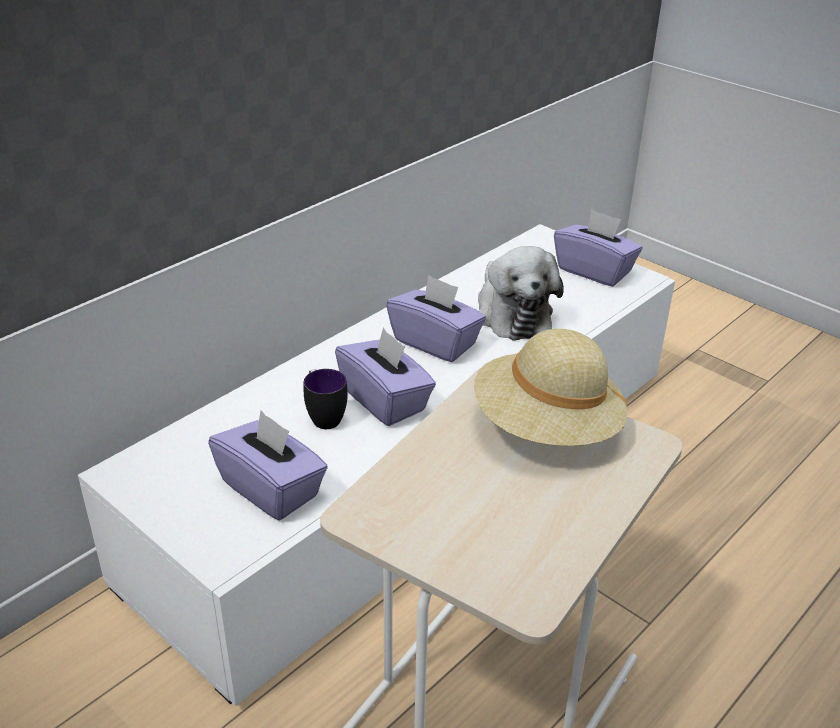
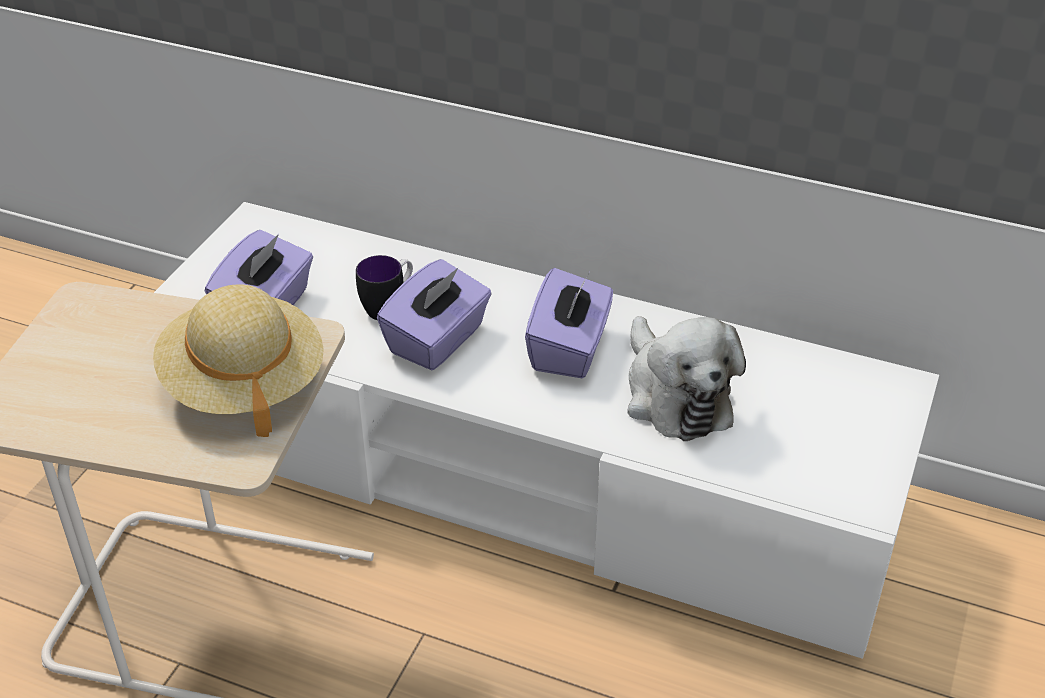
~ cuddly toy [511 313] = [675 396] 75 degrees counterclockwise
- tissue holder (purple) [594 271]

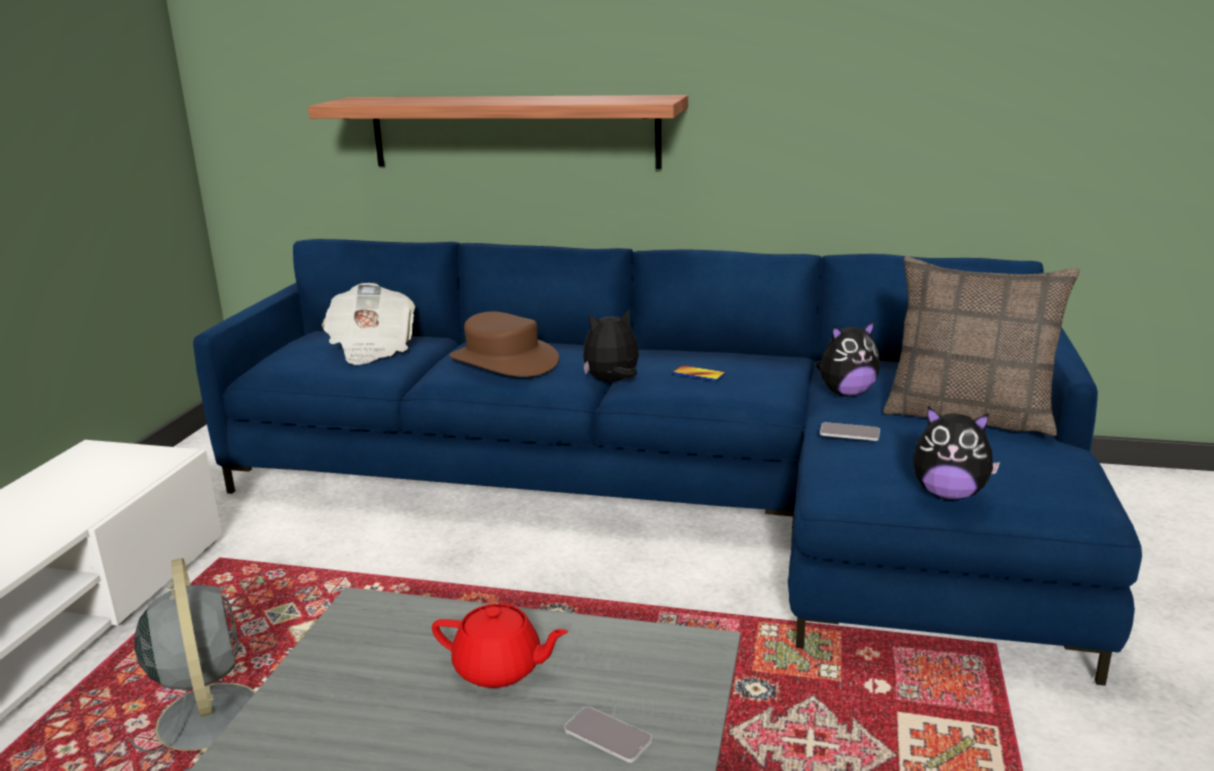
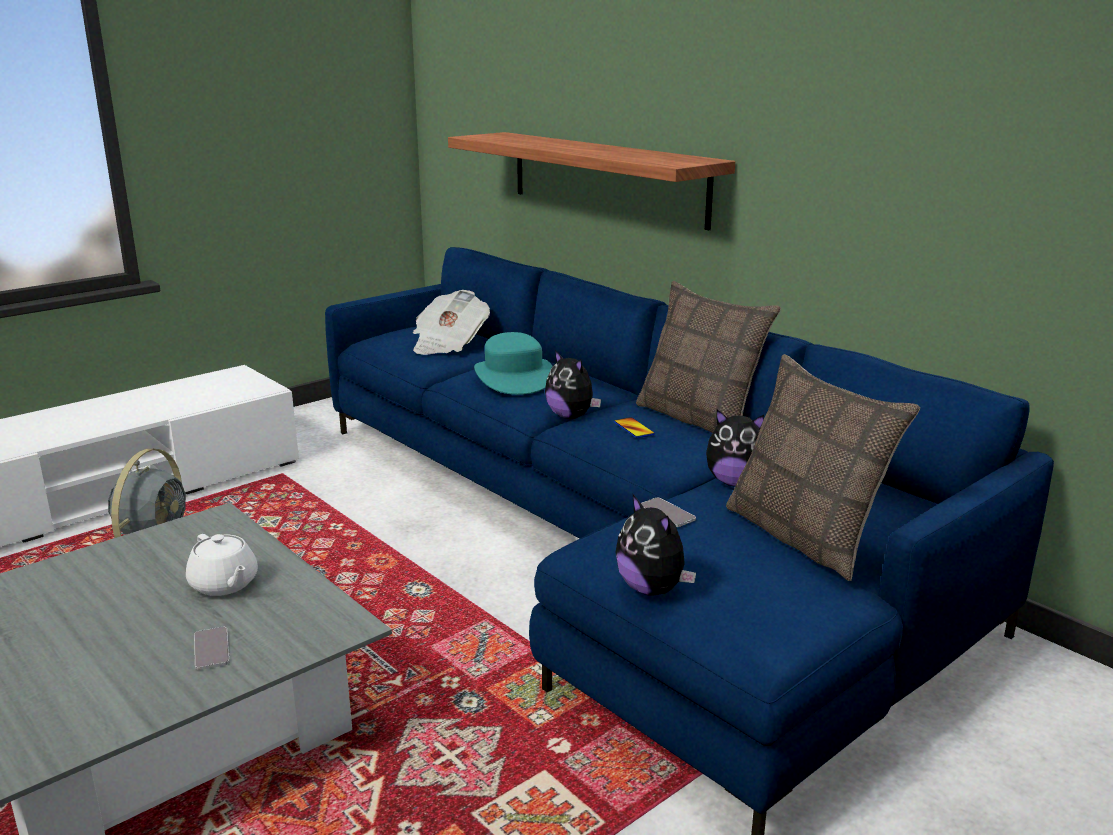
~ tea pot (reddish) [500 669] to tea pot (white-coloured) [224 584]
~ wearable hat (brown-coloured) [503 361] to wearable hat (blue-green) [513 377]
~ cuddly toy [612 381] = [571 416] 150 degrees counterclockwise
+ cushion [700 418]

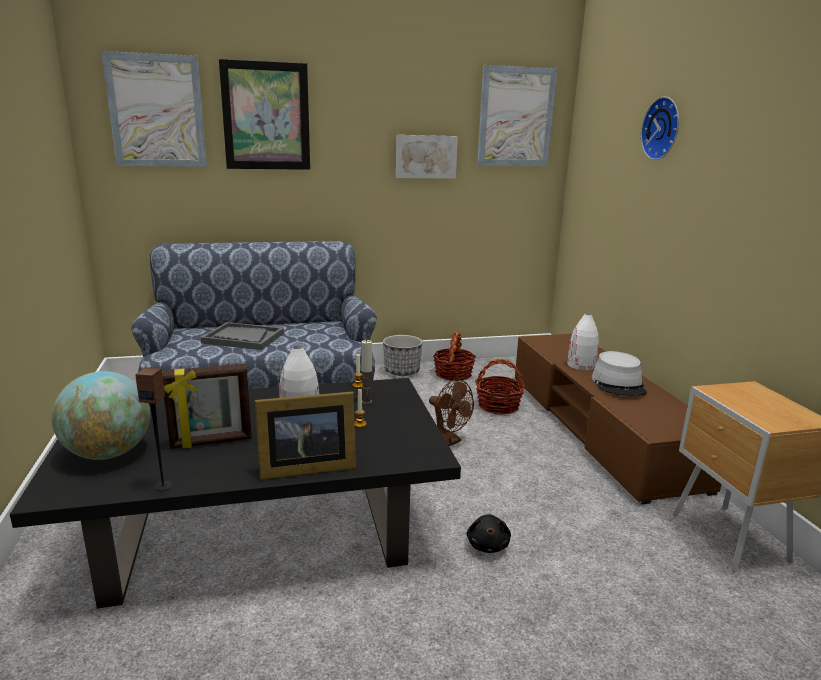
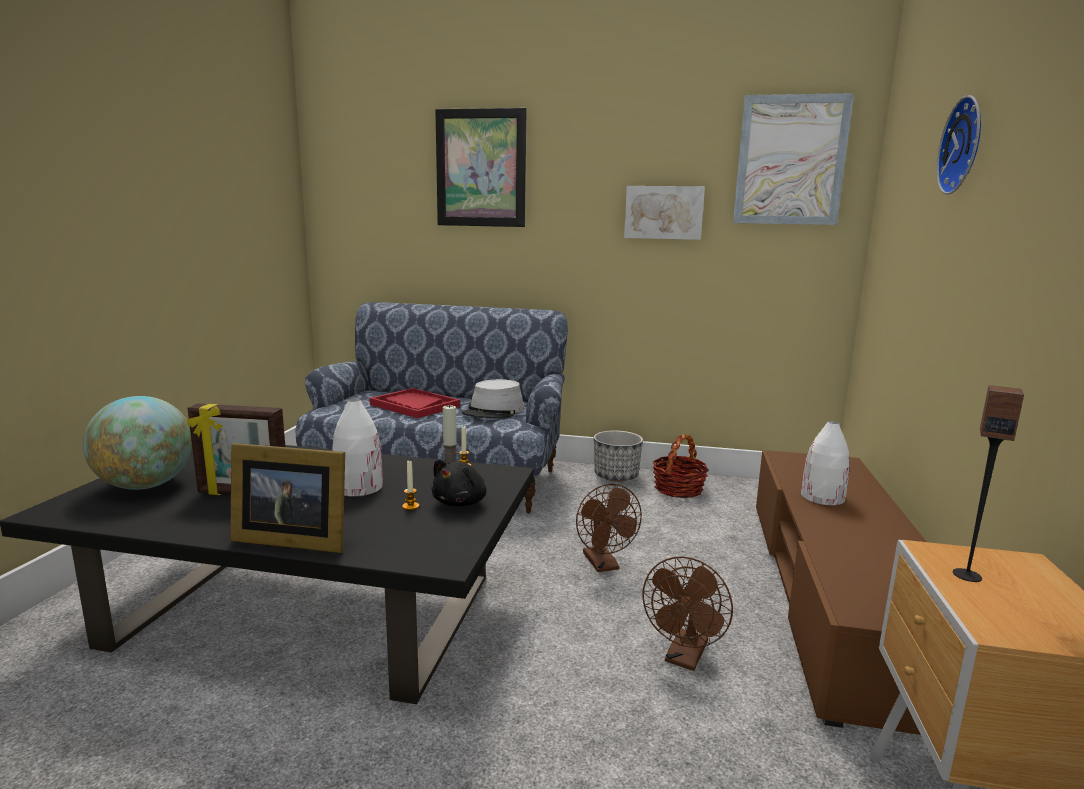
- picture [157 111]
~ speaker [163 486] to [967 575]
~ carrying tray (greyish) [243 338] to carrying tray (reddish) [414 405]
~ cuddly toy (blackish) [488 545] to [461 502]
- household basket [498 406]
~ wearable hat (greyish) [618 384] to [493 411]
+ cooling fan (brown-coloured) [684 658]

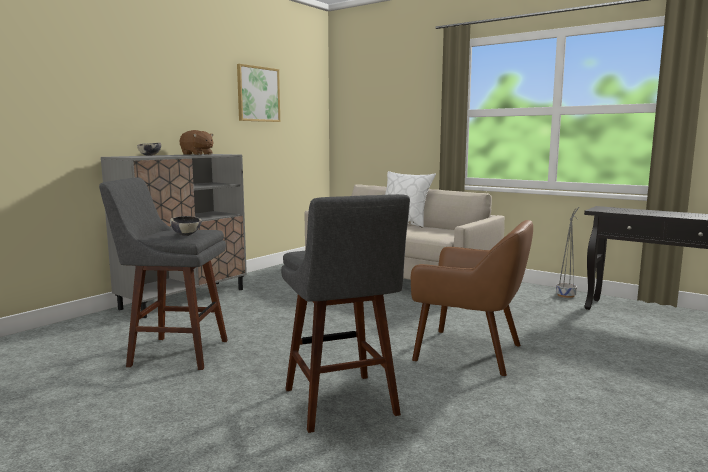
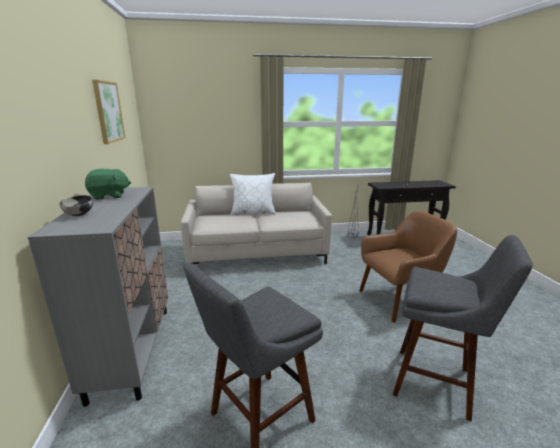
- serving bowl [186 234]
~ cuddly toy (brown-coloured) [197 154] to cuddly toy (greenish) [109 196]

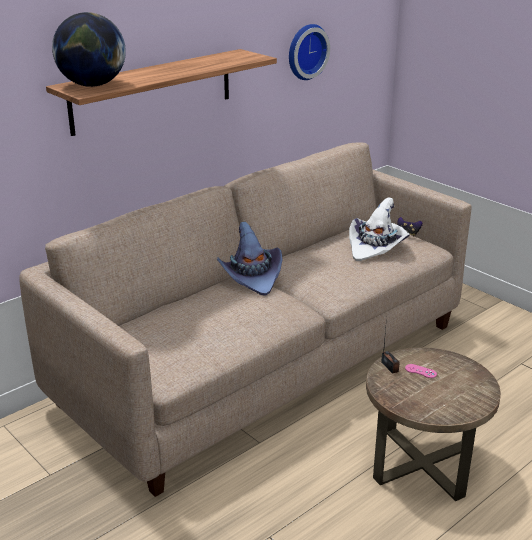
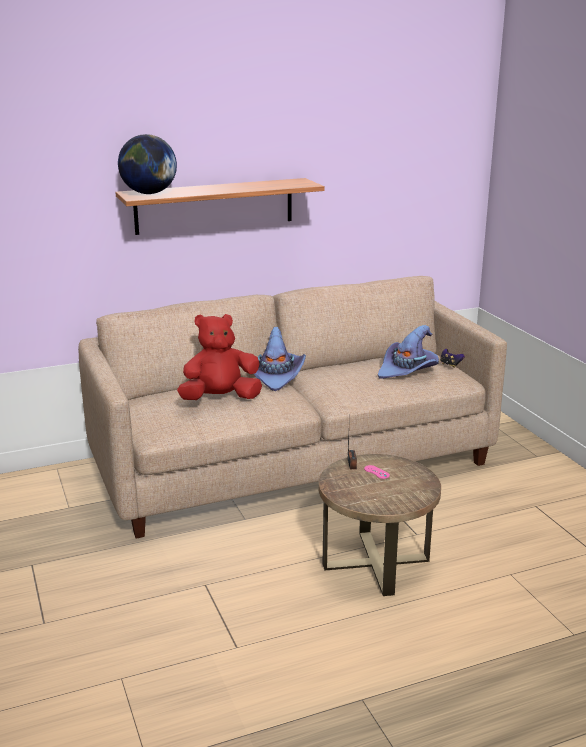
- wall clock [305 51]
~ wearable hat (white-coloured) [376 247] to wearable hat (purple) [408 370]
+ cuddly toy (reddish) [220 399]

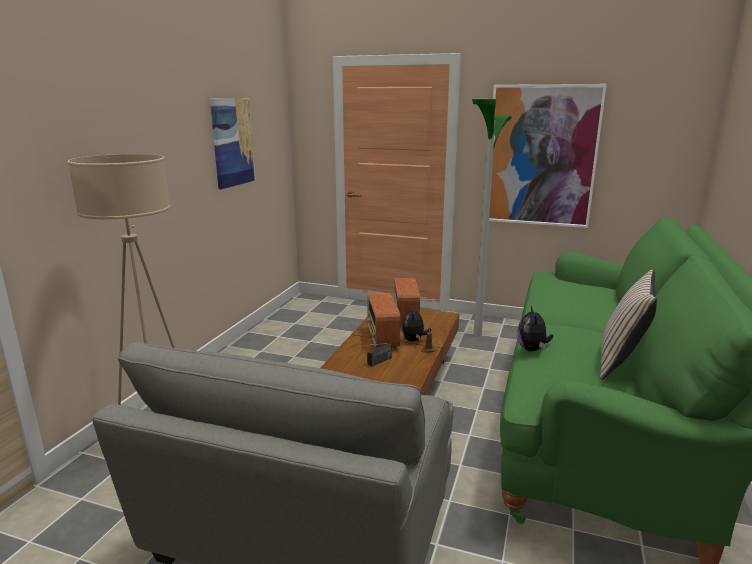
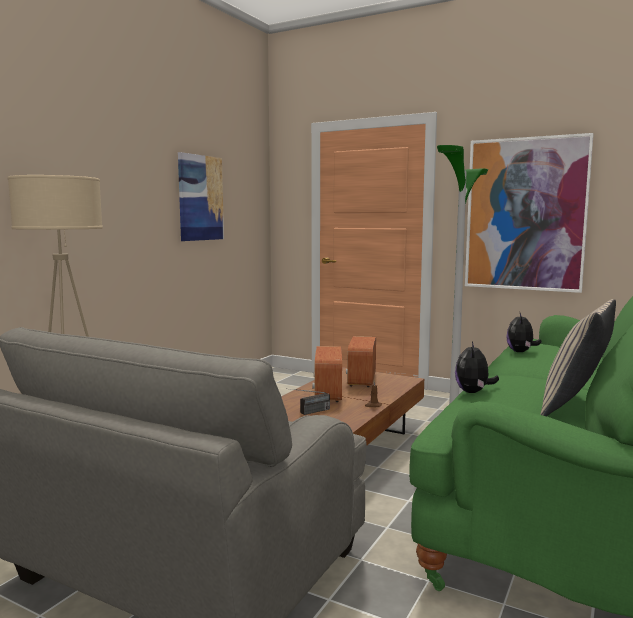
~ cuddly toy [414 340] to [521 352]

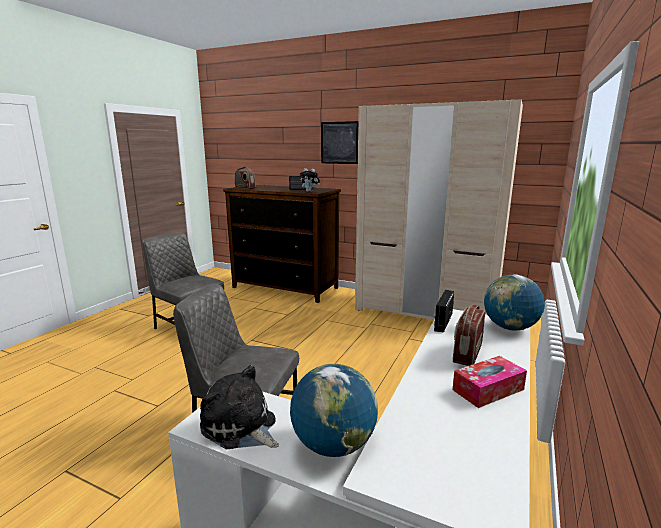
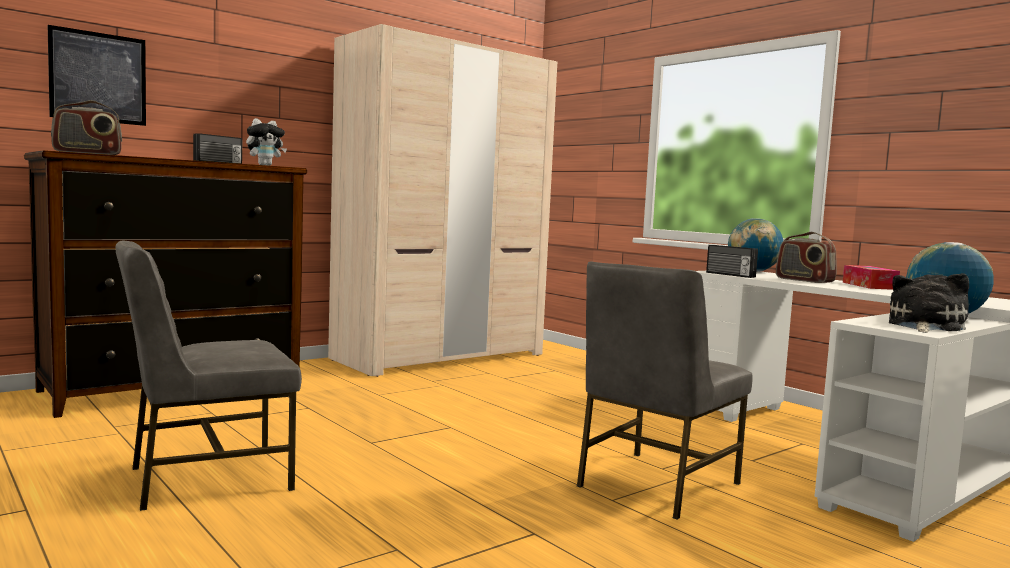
~ cuddly toy [241 427] = [924 326] 150 degrees clockwise
~ picture [339 143] to [98 77]

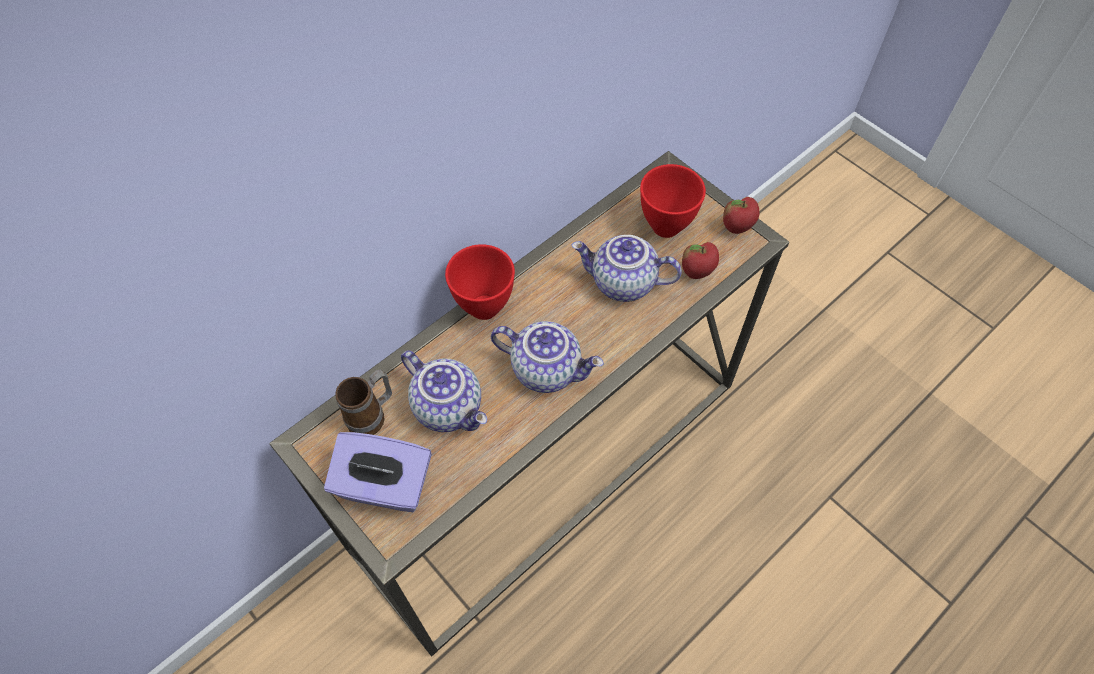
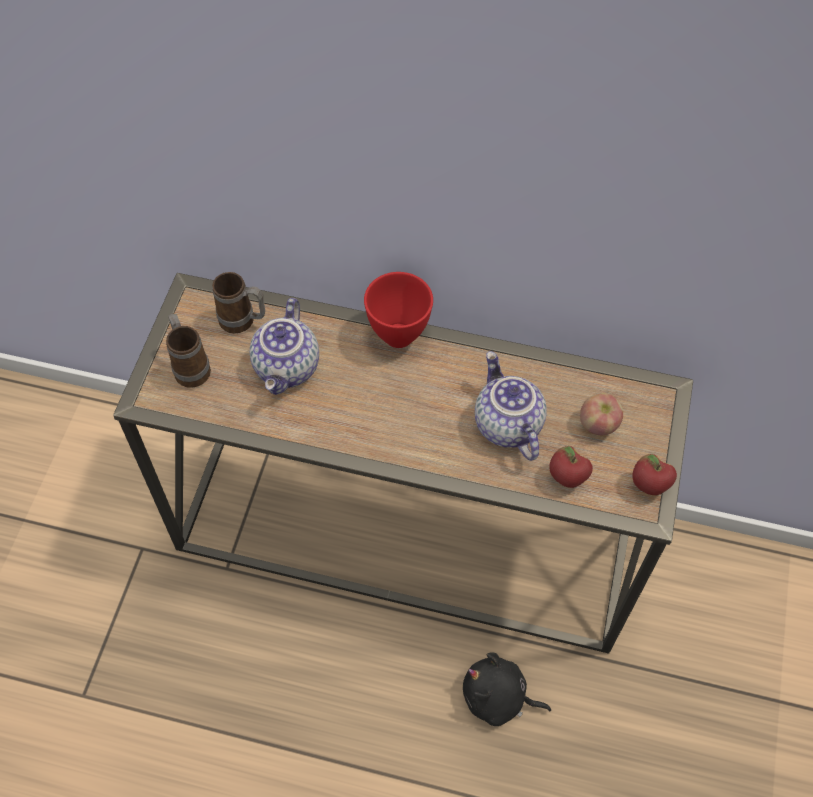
~ tissue holder (purple) [384 486] to coffee mug [190 366]
- tea pot [547 369]
~ serving bowl (reddish) [664 226] to whole apple [598 424]
+ cuddly toy (blackish) [498 698]

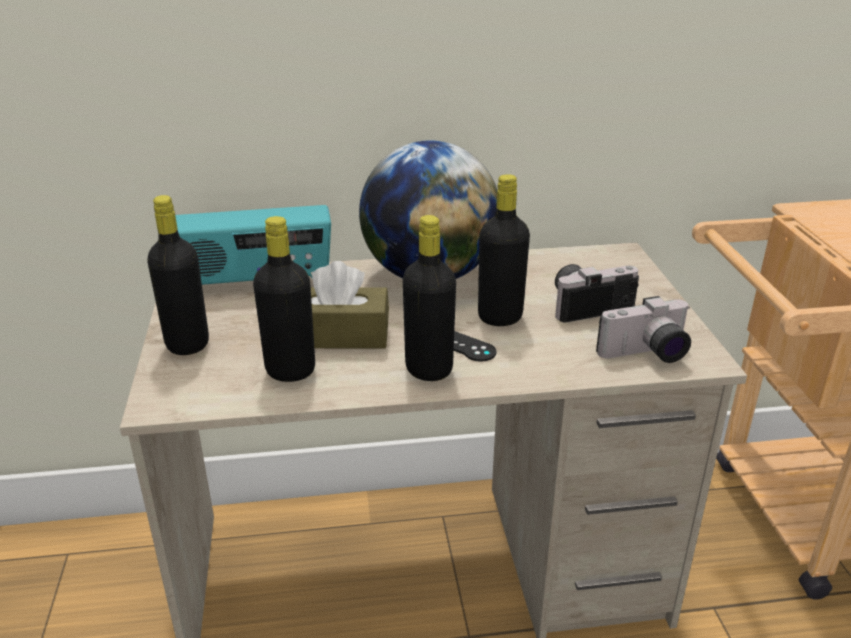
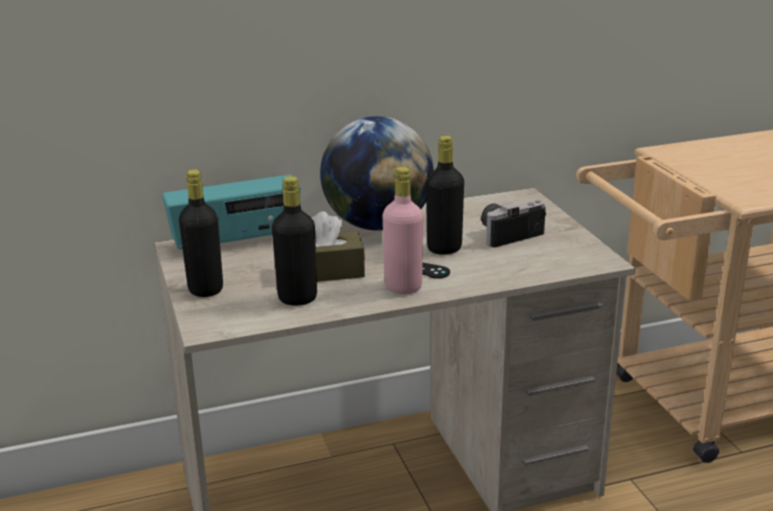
~ drink bottle (blackish) [429 369] to drink bottle (pink-coloured) [403 287]
- still camera [646 355]

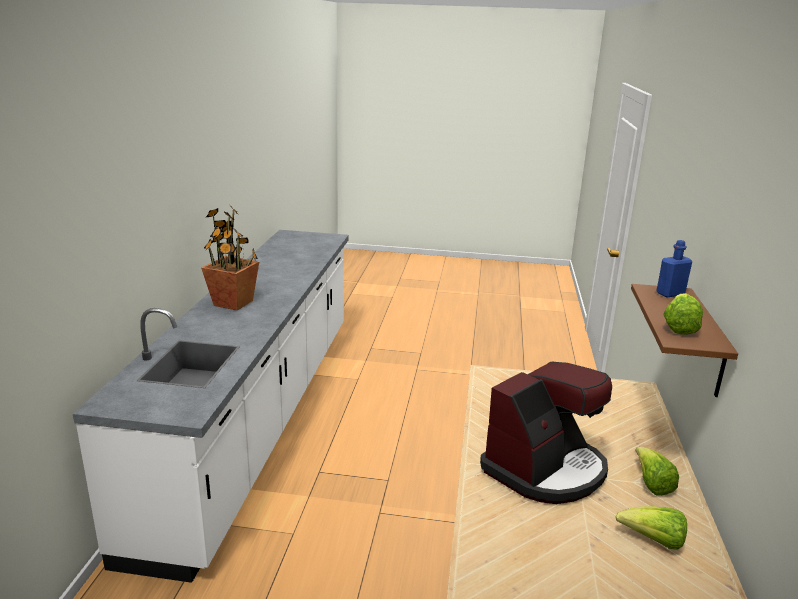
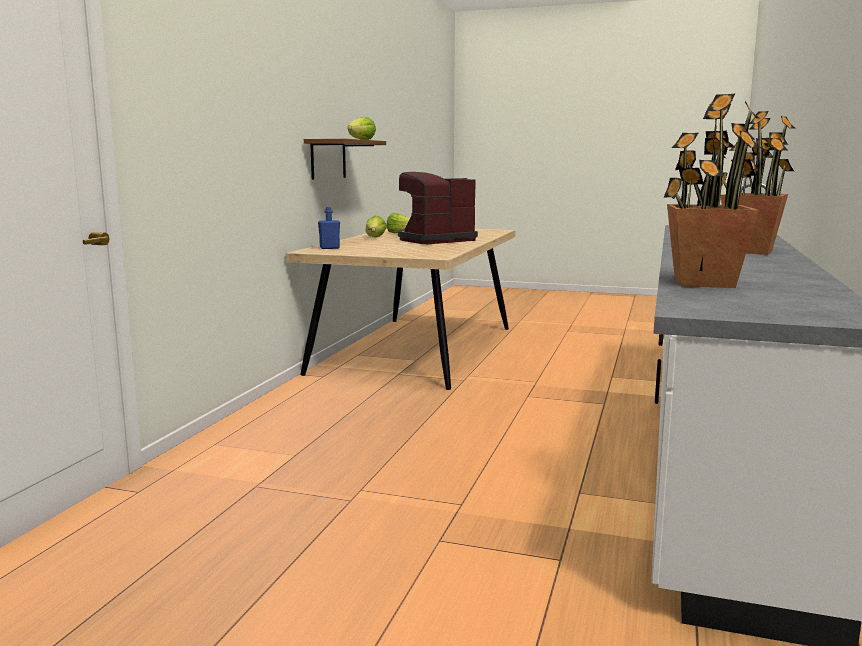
~ drink bottle (blue) [670 294] to [329 248]
+ houseplant [703 282]

